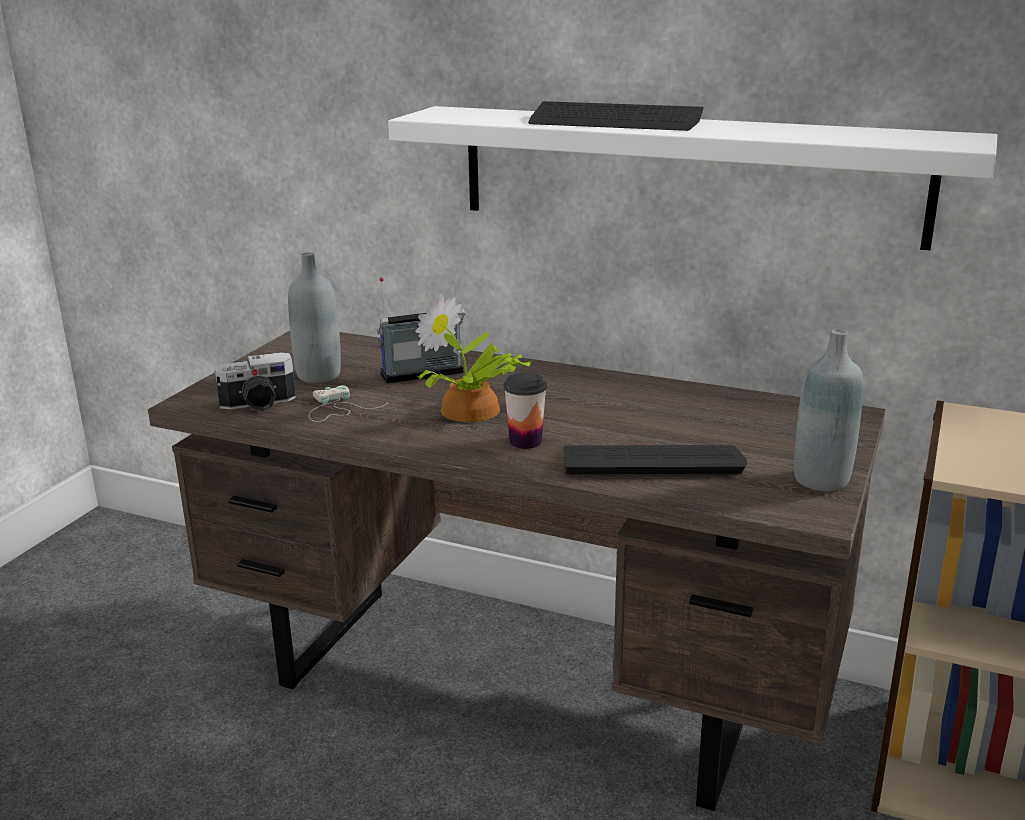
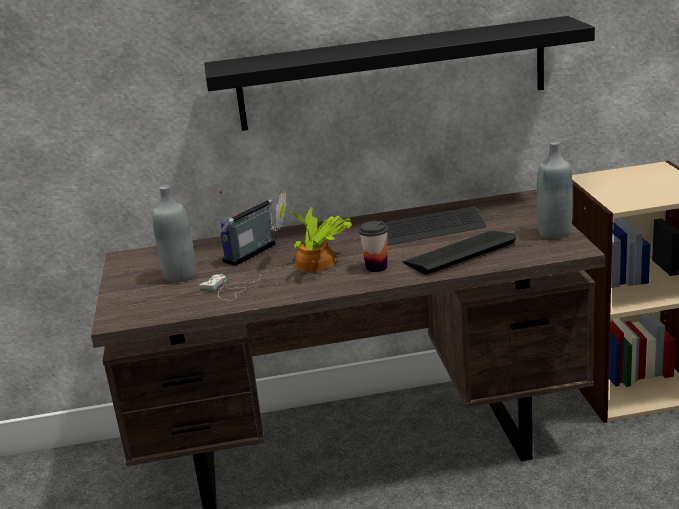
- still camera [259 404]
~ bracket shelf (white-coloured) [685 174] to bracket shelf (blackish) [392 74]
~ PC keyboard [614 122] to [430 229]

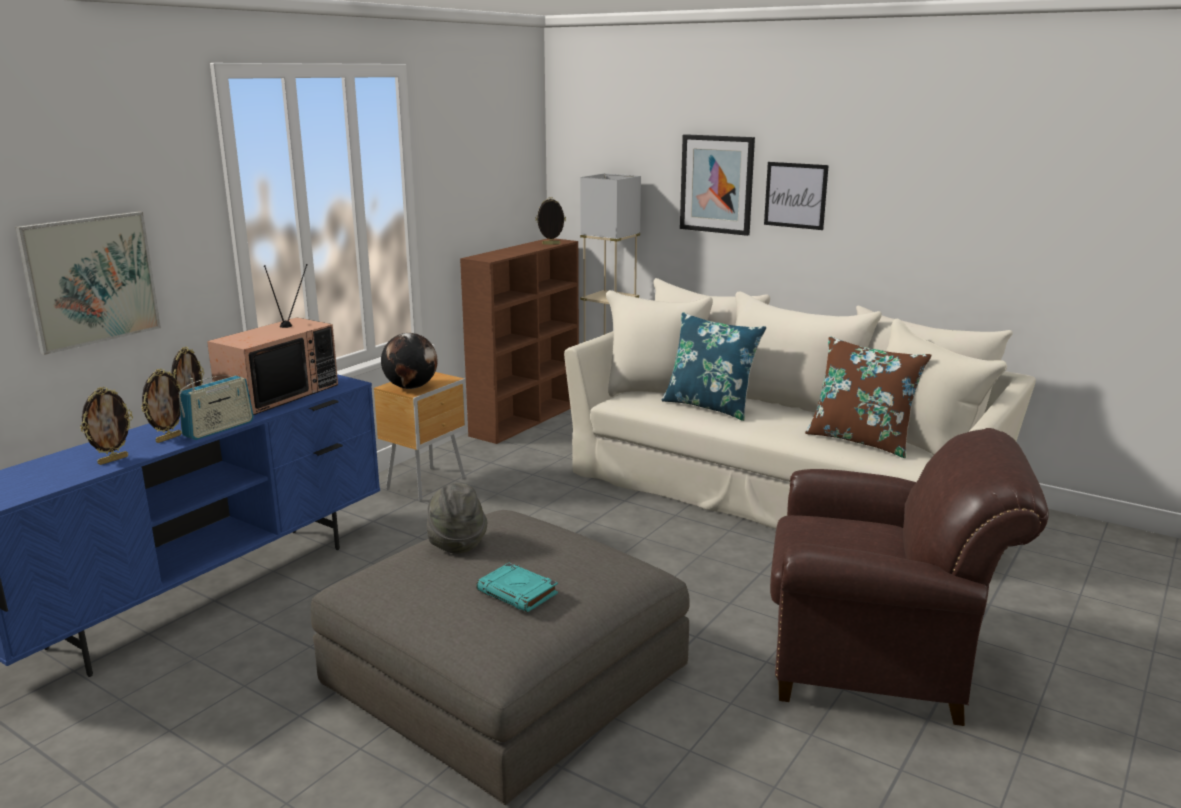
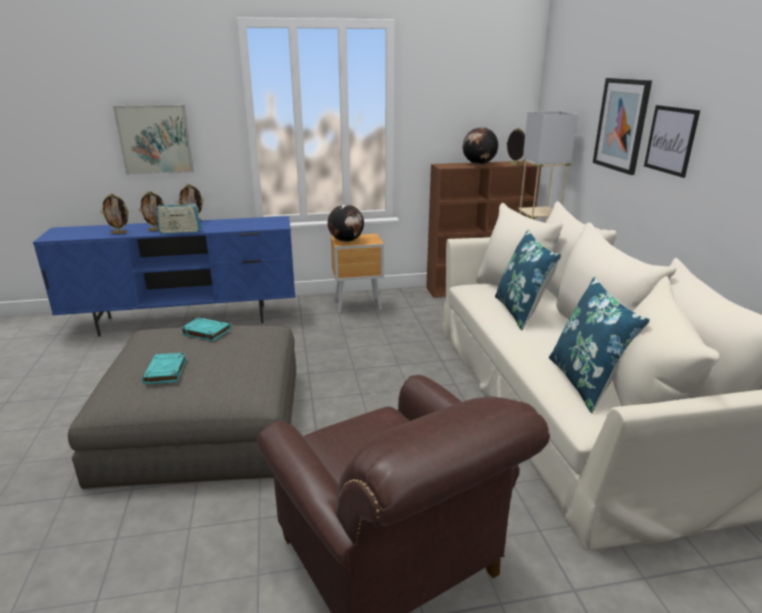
- television [278 394]
~ wearable hat (greyish) [456 542] to volume (blue-green) [205 332]
~ cushion (brown-coloured) [861 440] to cushion (blue) [585 382]
+ desk globe [479 164]

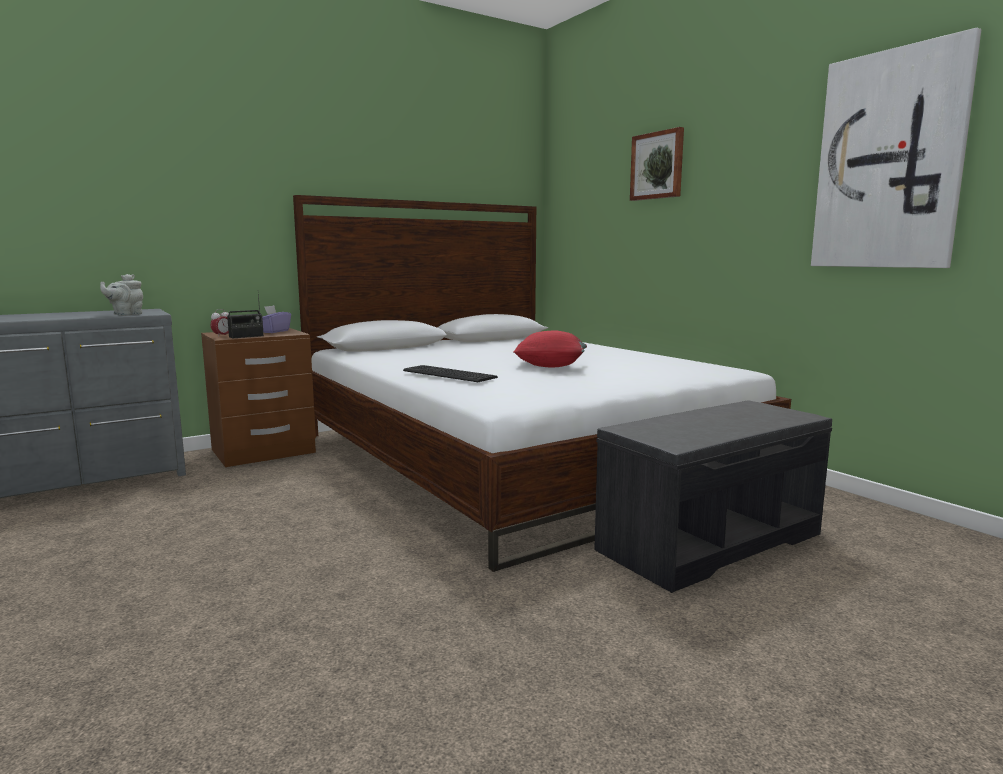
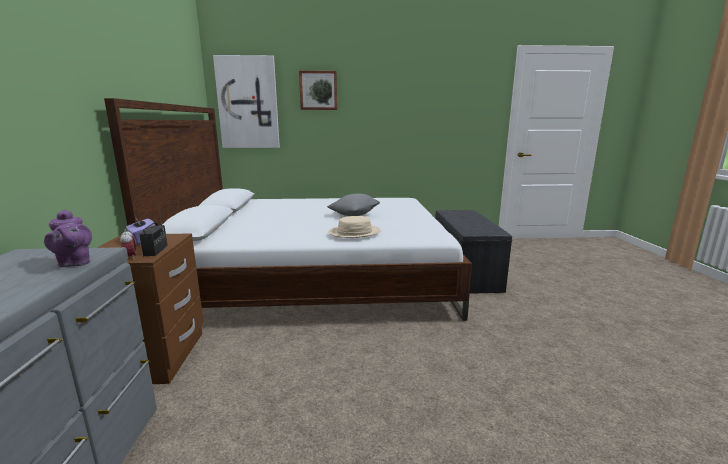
~ tea pot (greyish) [126 314] to tea pot (purple) [74 263]
~ PC keyboard [448 374] to wearable hat (beige-coloured) [354 232]
~ cushion (reddish) [550 366] to cushion (greyish) [354 215]
~ picture [889 161] to [248 103]

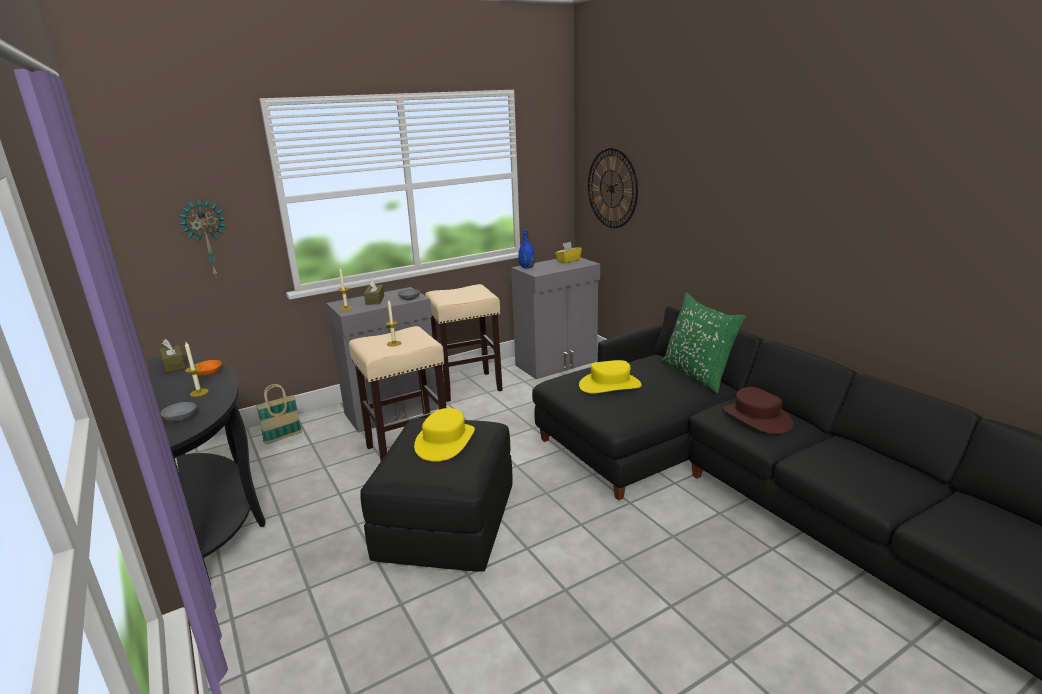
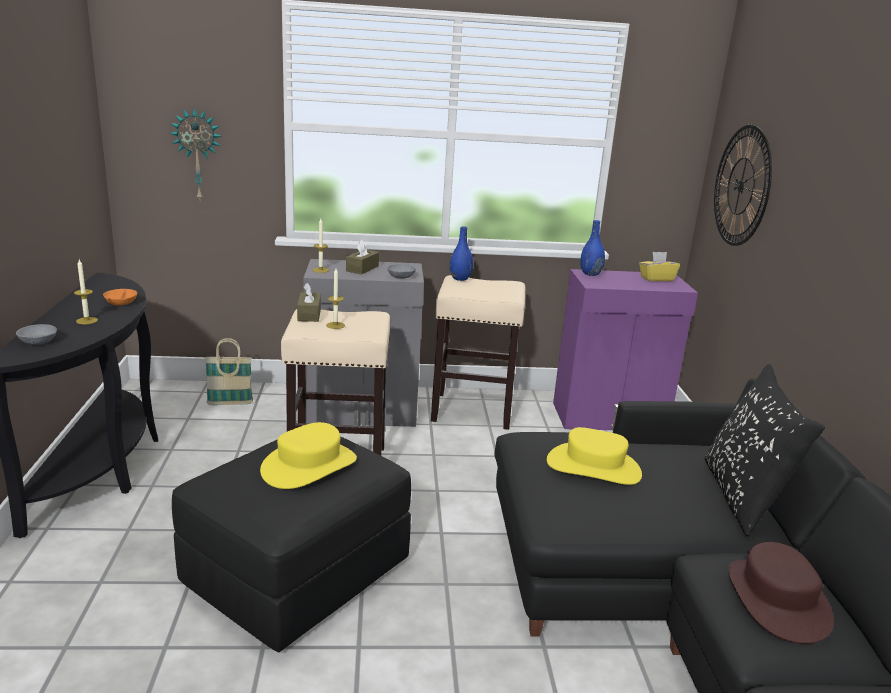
~ tissue holder (brown-coloured) [174 365] to [309 314]
~ cabinet (greyish) [557 363] to cabinet (purple) [610 418]
~ cushion (greenish) [697 375] to cushion (blackish) [744 497]
+ flower vase (blue) [460 279]

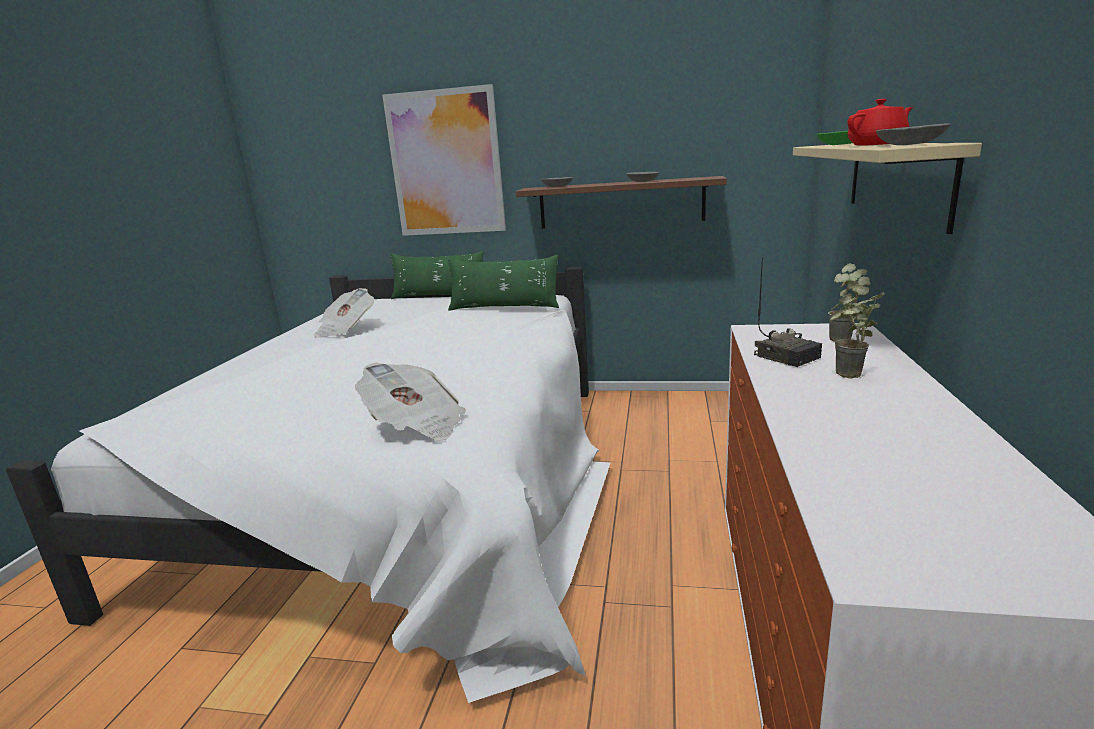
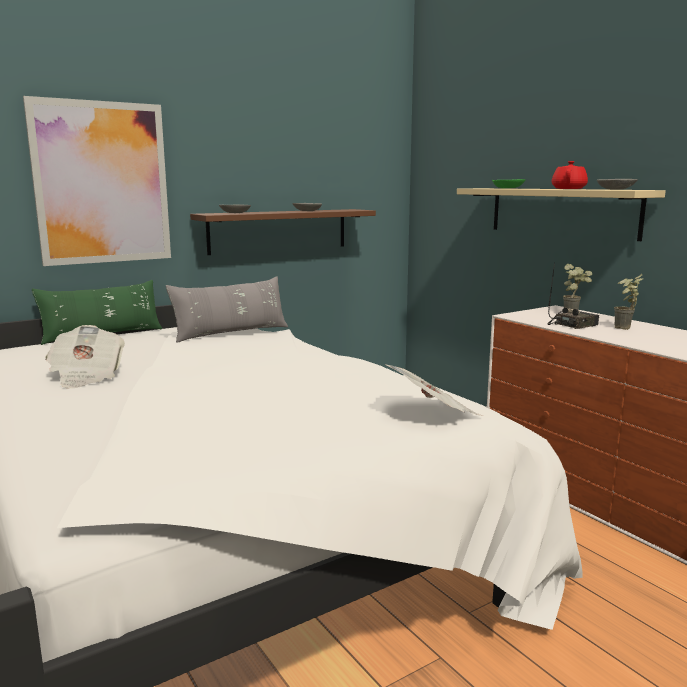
~ cushion (greenish) [504 307] to cushion (greyish) [231 333]
~ radio [787 356] = [572 325] 45 degrees counterclockwise

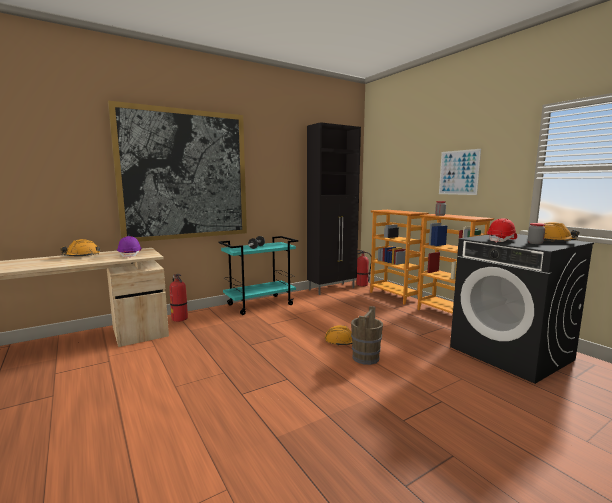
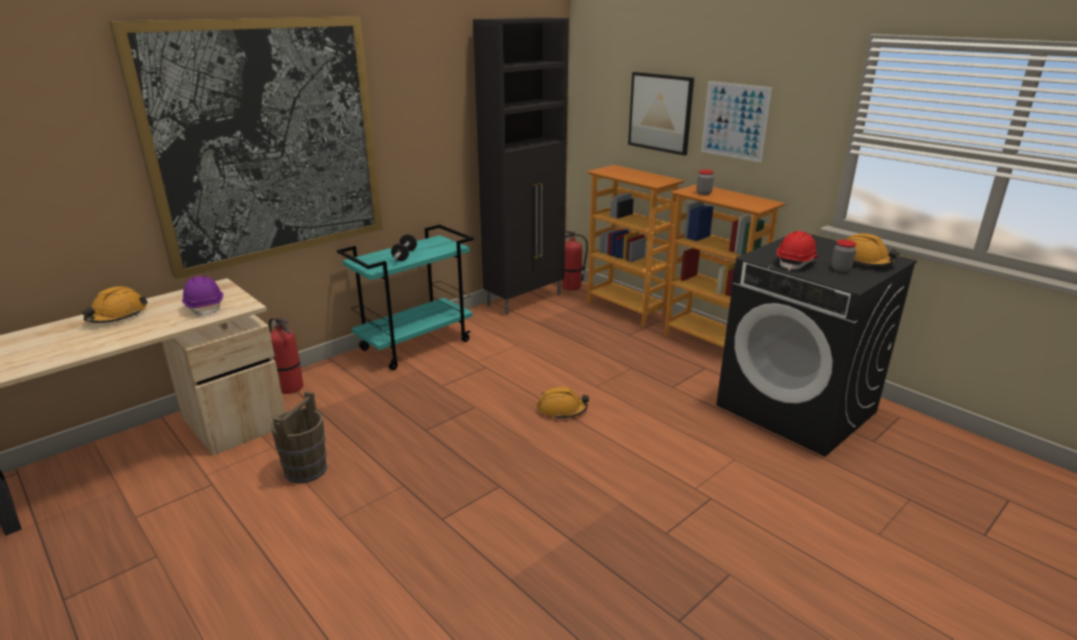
~ water bucket (brown-coloured) [366 358] to [306 469]
+ picture [660 112]

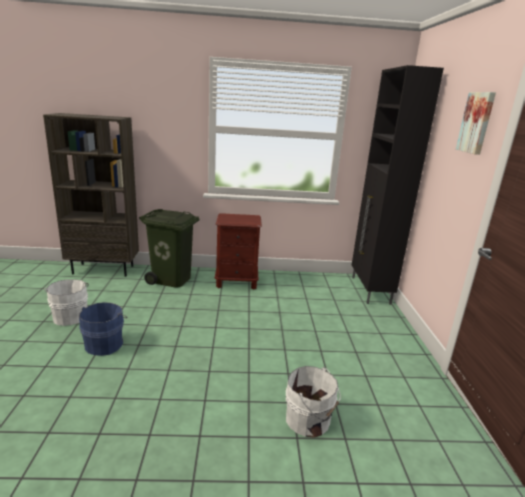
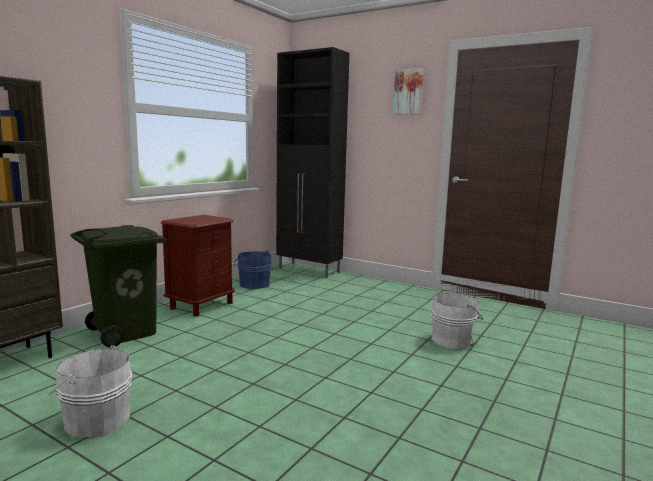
~ water bucket (blue) [105 343] to [253 284]

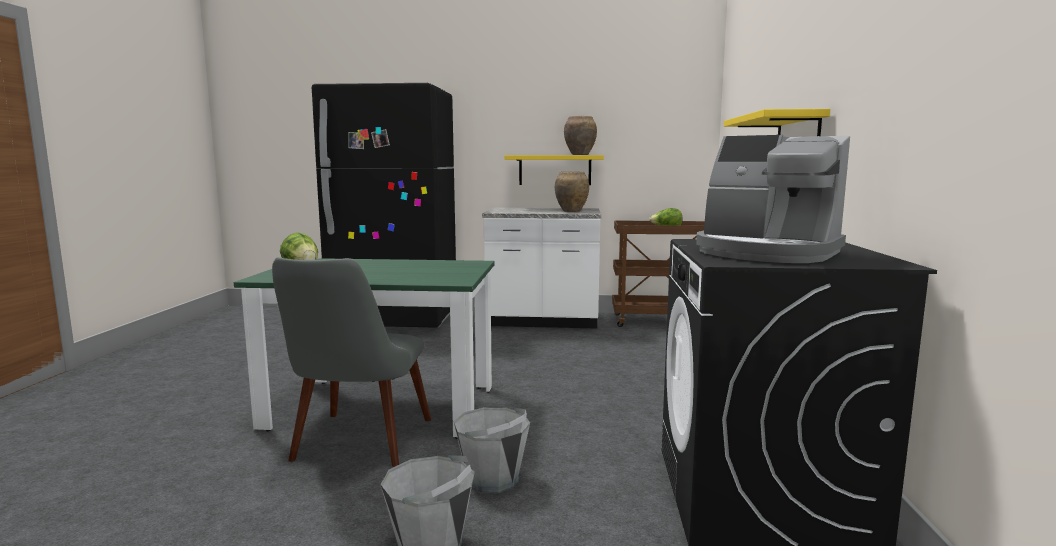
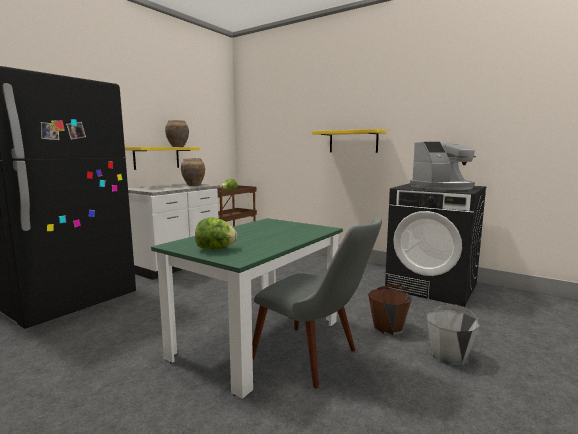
~ water bucket (greyish) [492 479] to water bucket (brown-coloured) [388 328]

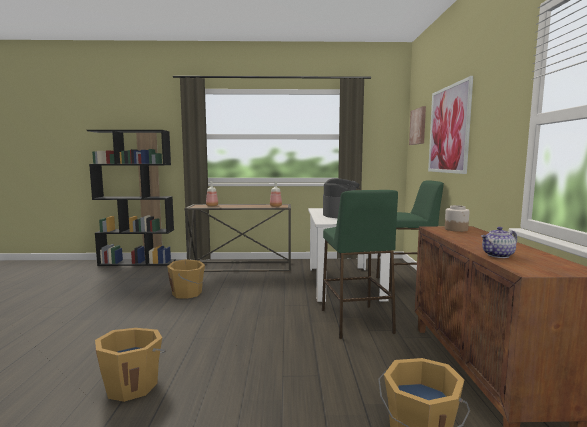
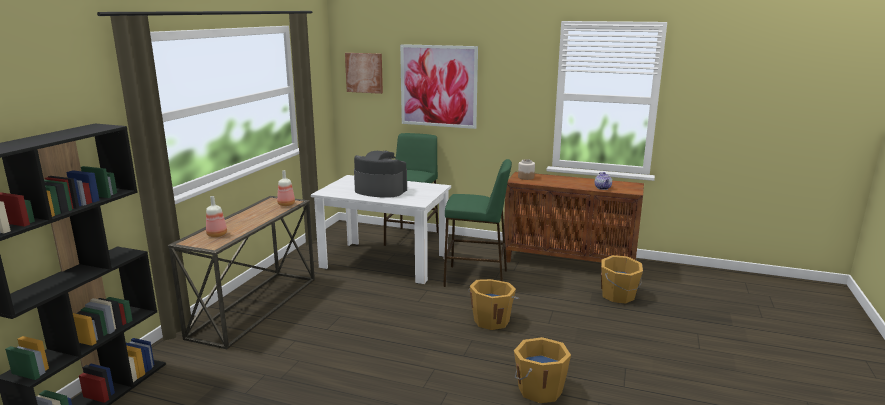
~ water bucket (orange) [188 293] to [491 320]

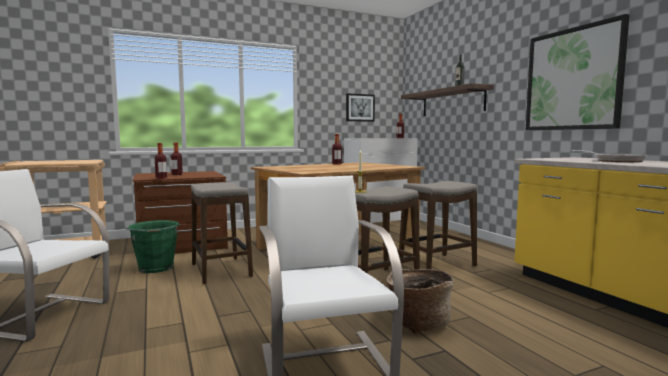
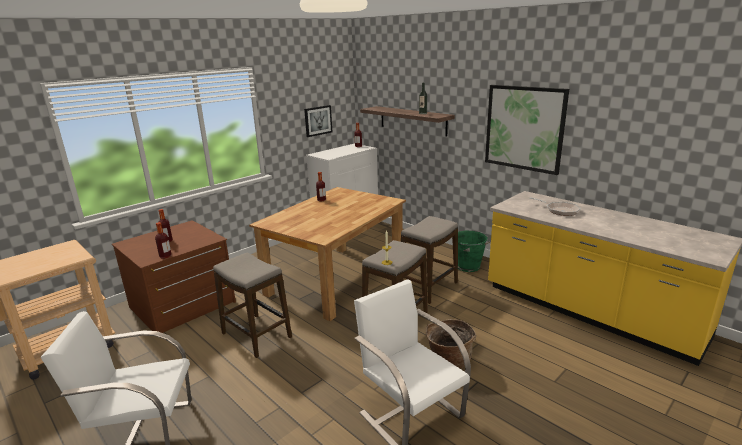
~ water bucket (greenish) [156 268] to [469 267]

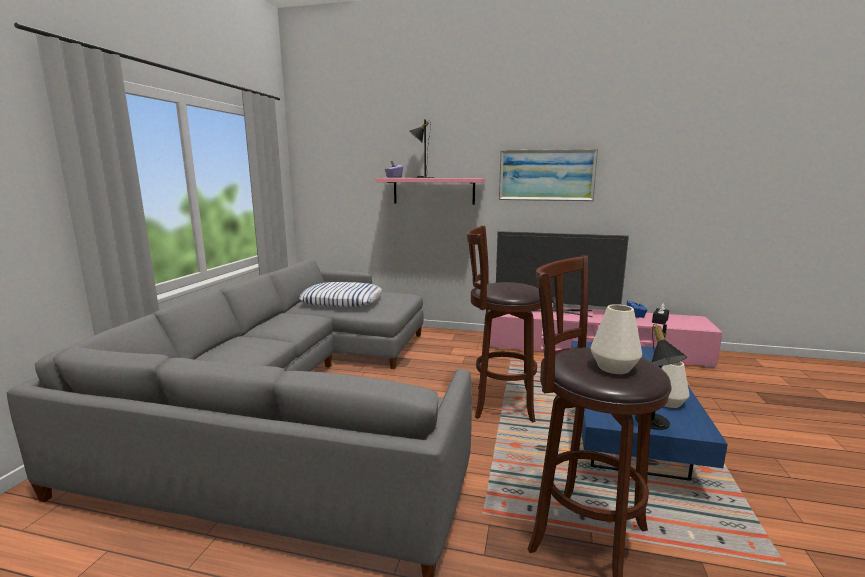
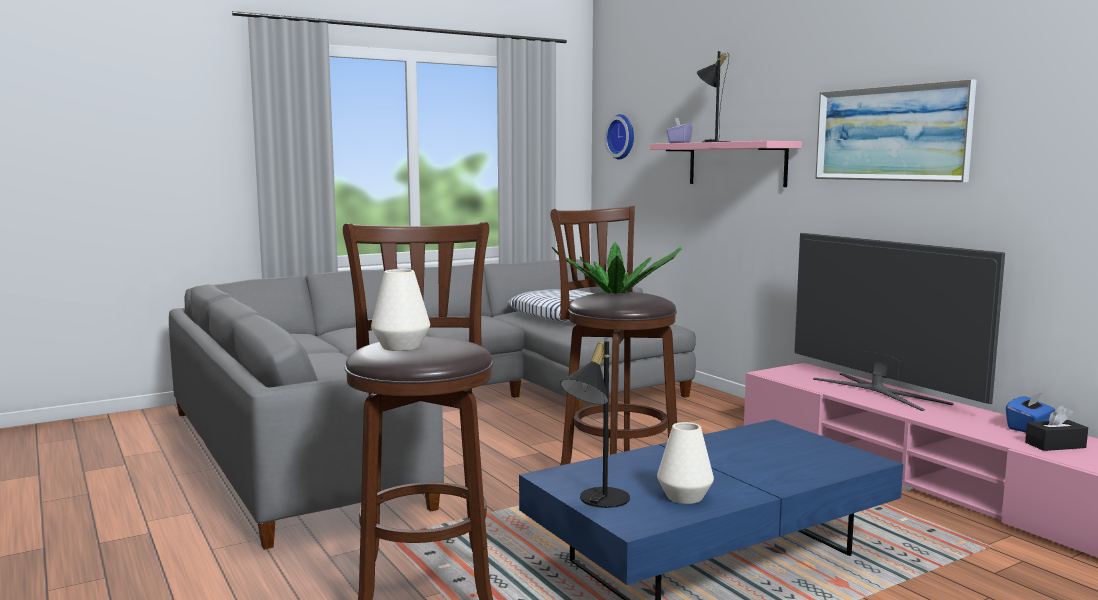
+ houseplant [615 293]
+ wall clock [622 137]

